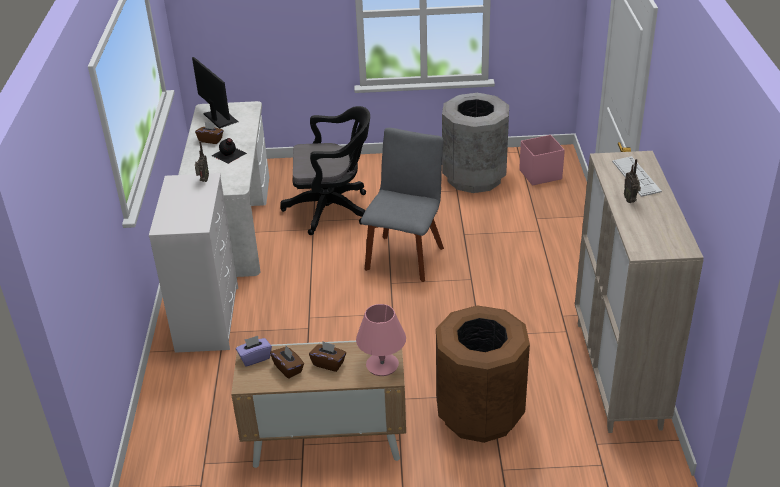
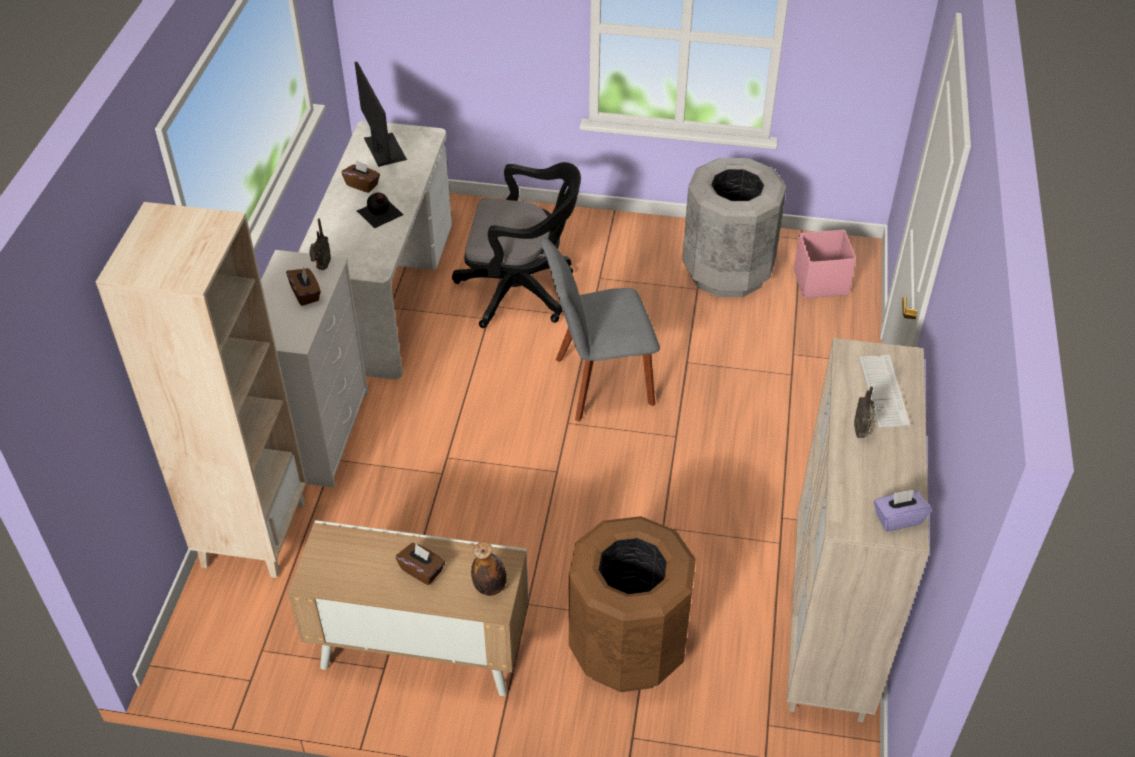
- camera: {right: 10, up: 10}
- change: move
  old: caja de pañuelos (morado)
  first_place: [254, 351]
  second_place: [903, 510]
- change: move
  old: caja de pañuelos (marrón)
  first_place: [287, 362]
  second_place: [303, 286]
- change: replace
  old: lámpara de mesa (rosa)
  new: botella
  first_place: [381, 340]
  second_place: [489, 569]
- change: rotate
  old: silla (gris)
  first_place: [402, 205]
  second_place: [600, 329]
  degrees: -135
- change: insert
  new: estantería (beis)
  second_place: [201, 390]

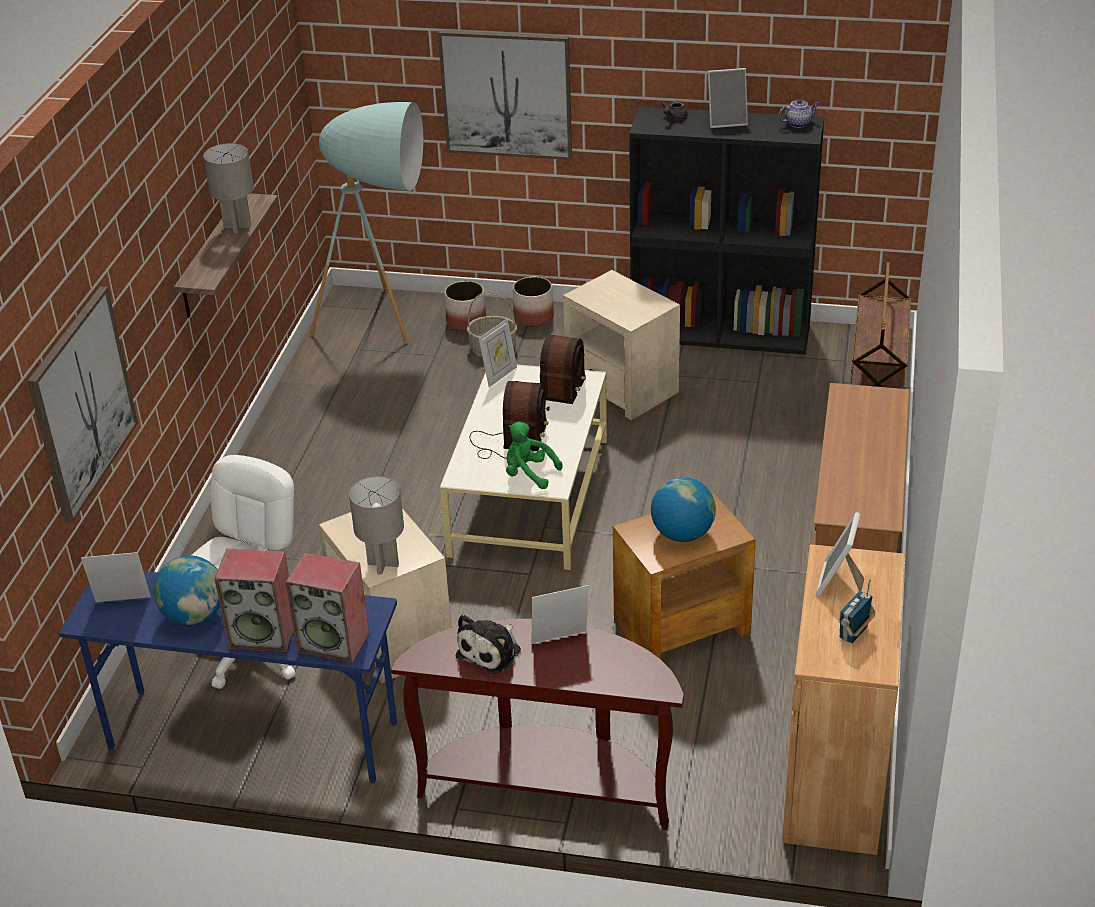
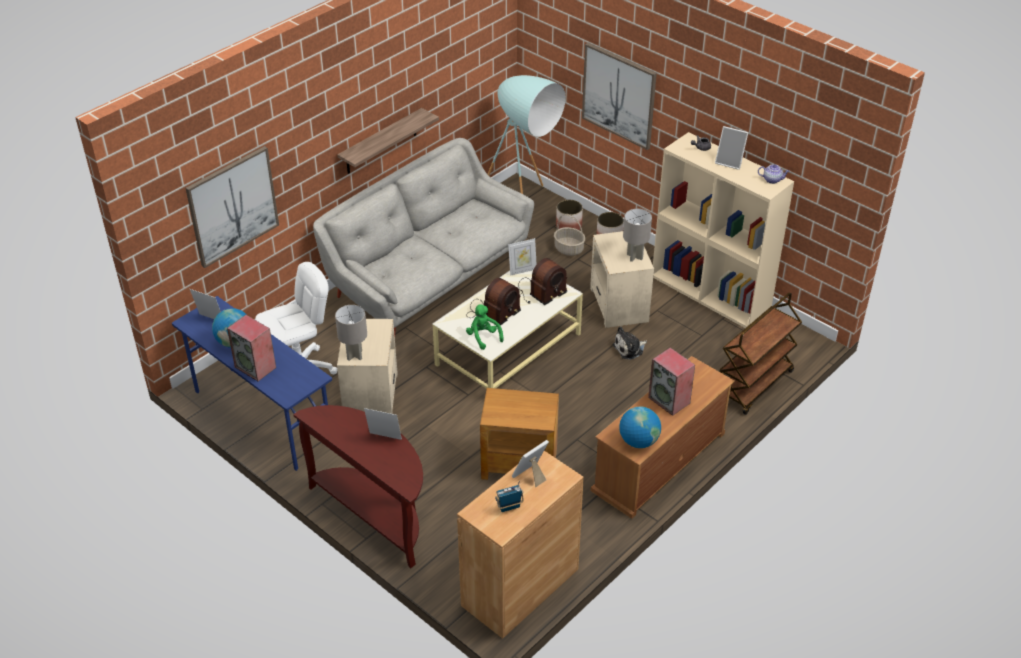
- camera: {right: 30, up: 5}
- change: move
  old: lámpara de mesa (gris)
  first_place: [228, 188]
  second_place: [637, 235]
- change: move
  old: altavoz
  first_place: [327, 607]
  second_place: [671, 382]
- change: move
  old: peluche
  first_place: [488, 644]
  second_place: [629, 343]
- change: recolor
  old: estantería (negro)
  new: estantería (beis)
  first_place: [726, 231]
  second_place: [723, 230]
- change: move
  old: globo terráqueo
  first_place: [683, 509]
  second_place: [640, 427]
- change: insert
  new: sofá (gris)
  second_place: [423, 237]

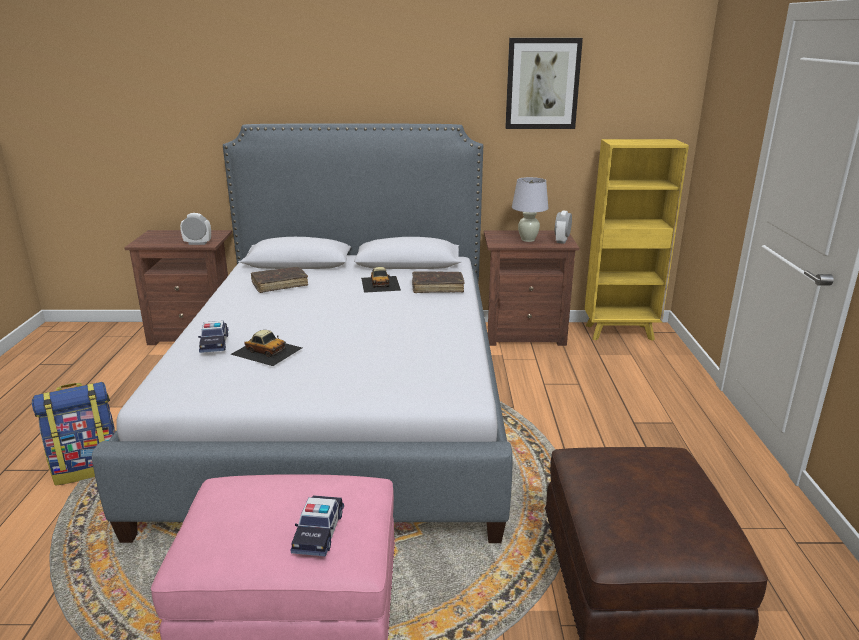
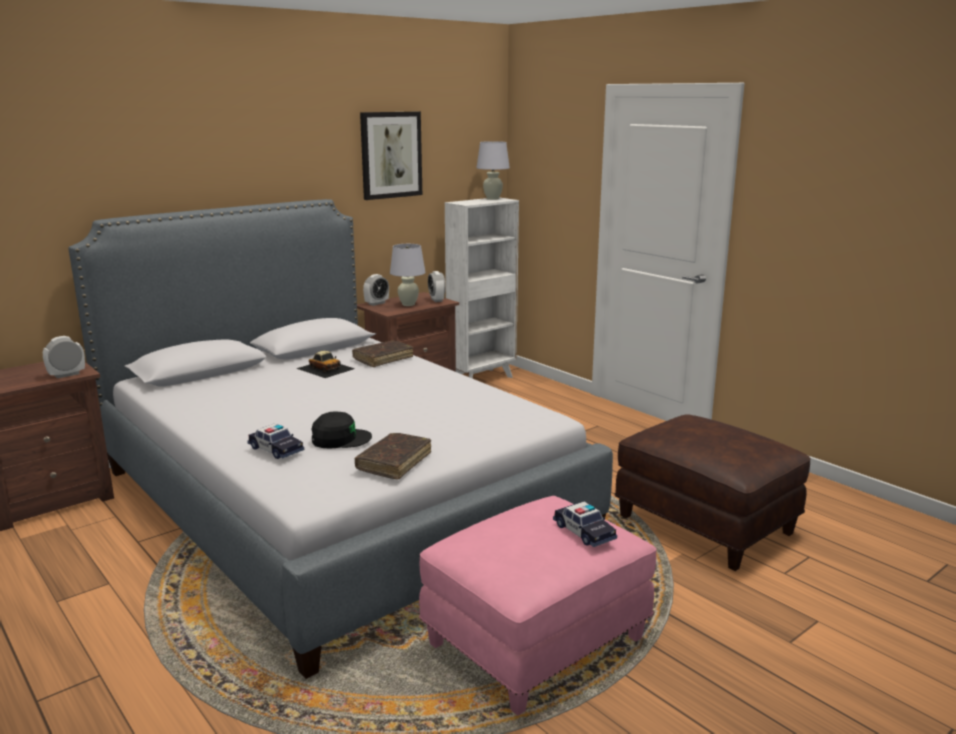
- camera: {right: -40, up: -5}
- change: delete
  old: mochila
  first_place: [74, 434]
- change: replace
  old: coche de juguete
  new: gorra (negro)
  first_place: [266, 348]
  second_place: [341, 430]
- change: move
  old: libro (marrón)
  first_place: [279, 280]
  second_place: [392, 456]
- change: recolor
  old: estantería (amarillo)
  new: estantería (blanco)
  first_place: [636, 240]
  second_place: [482, 288]
- change: insert
  new: despertador
  second_place: [376, 290]
- change: insert
  new: lámpara de mesa (blanco)
  second_place: [493, 170]

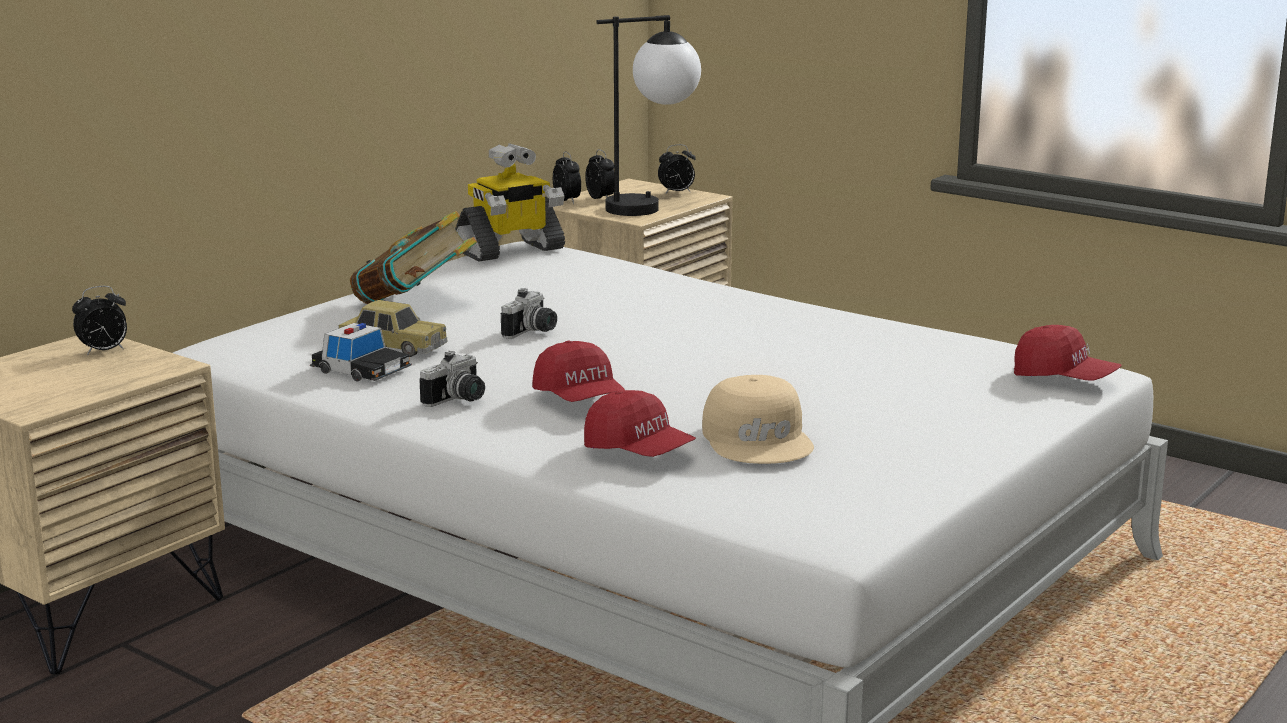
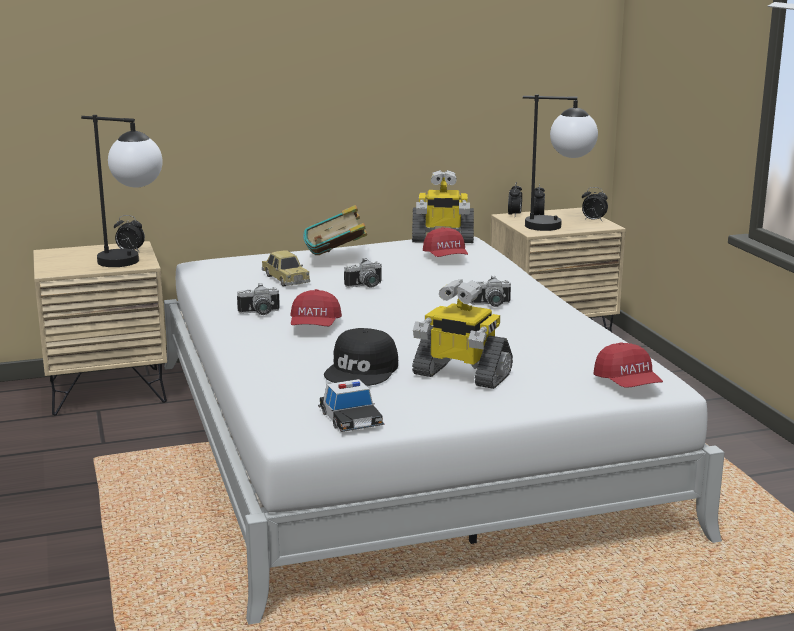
- camera: {right: 35, up: 0}
- change: move
  old: coche de juguete
  first_place: [361, 352]
  second_place: [351, 405]
- change: move
  old: gorra (rojo)
  first_place: [640, 423]
  second_place: [445, 242]
- change: recolor
  old: gorra (beis)
  new: gorra (negro)
  first_place: [758, 419]
  second_place: [361, 357]
- change: insert
  new: lámpara de mesa
  second_place: [122, 191]
- change: insert
  new: robot de juguete
  second_place: [462, 334]
- change: insert
  new: cámara
  second_place: [491, 291]

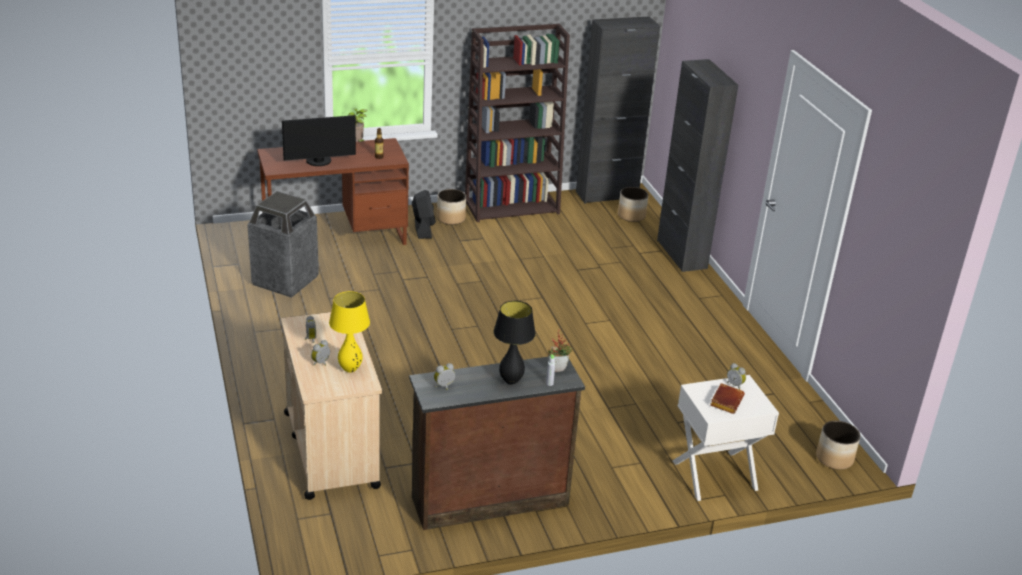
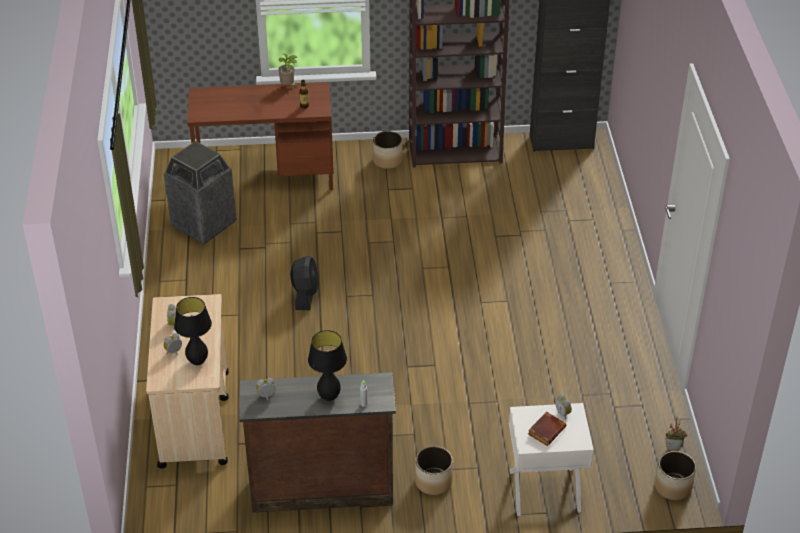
- camera: {right: 15, up: 10}
- change: delete
  old: monitor
  first_place: [319, 140]
- change: recolor
  old: lámpara de mesa (amarillo)
  new: lámpara de mesa (negro)
  first_place: [349, 332]
  second_place: [193, 331]
- change: move
  old: ventilador (negro)
  first_place: [424, 214]
  second_place: [304, 283]
- change: move
  old: planta en maceta
  first_place: [560, 350]
  second_place: [677, 434]
- change: move
  old: maceta
  first_place: [633, 204]
  second_place: [434, 470]
- change: delete
  old: armario (negro)
  first_place: [697, 165]

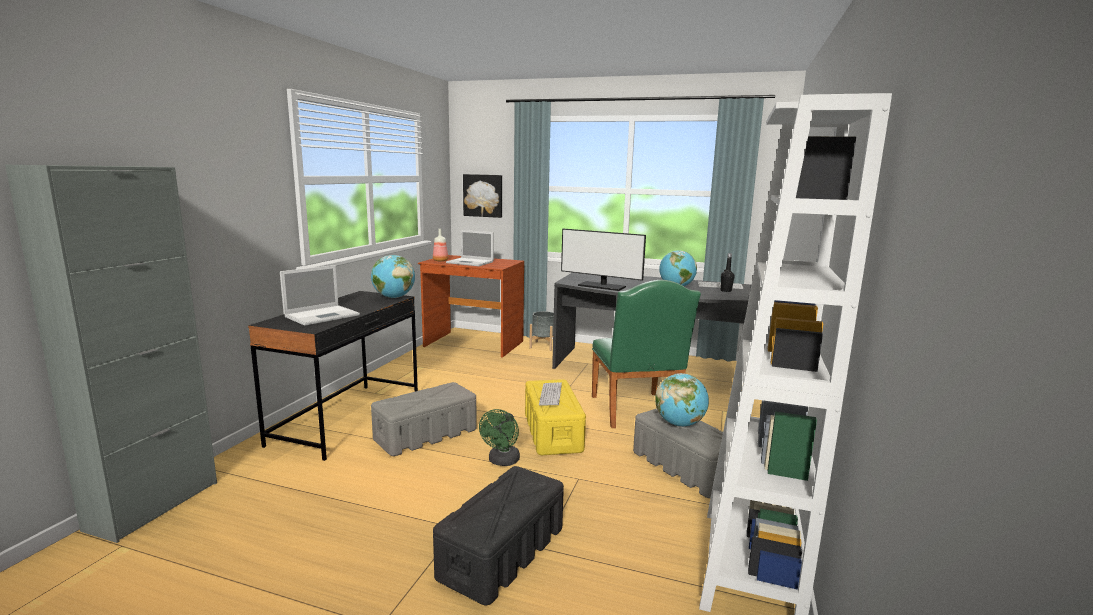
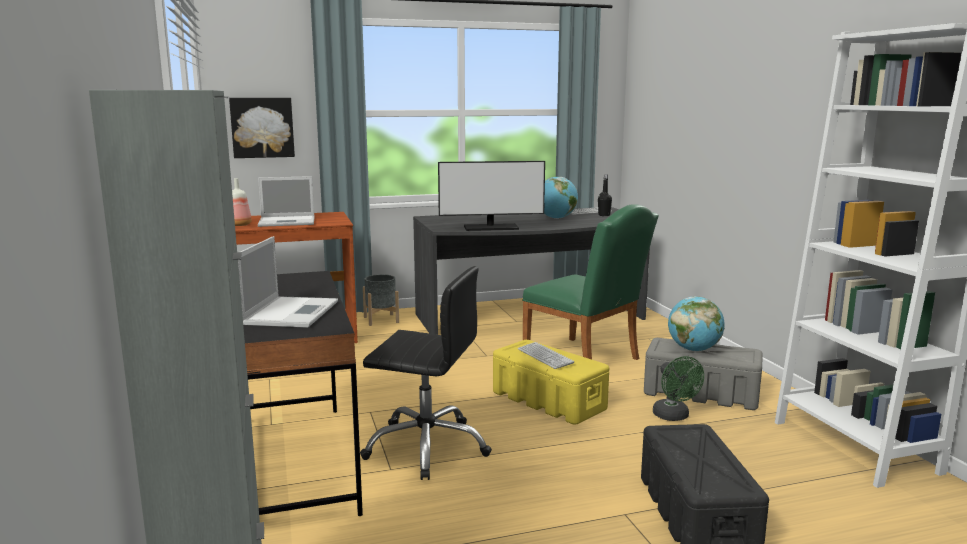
- camera: {right: -35, up: 0}
- change: delete
  old: globo terráqueo
  first_place: [393, 276]
- change: replace
  old: caja de almacenaje (gris)
  new: silla de oficina (negro)
  first_place: [424, 419]
  second_place: [426, 373]
- change: move
  old: ventilador (verde)
  first_place: [499, 437]
  second_place: [678, 388]

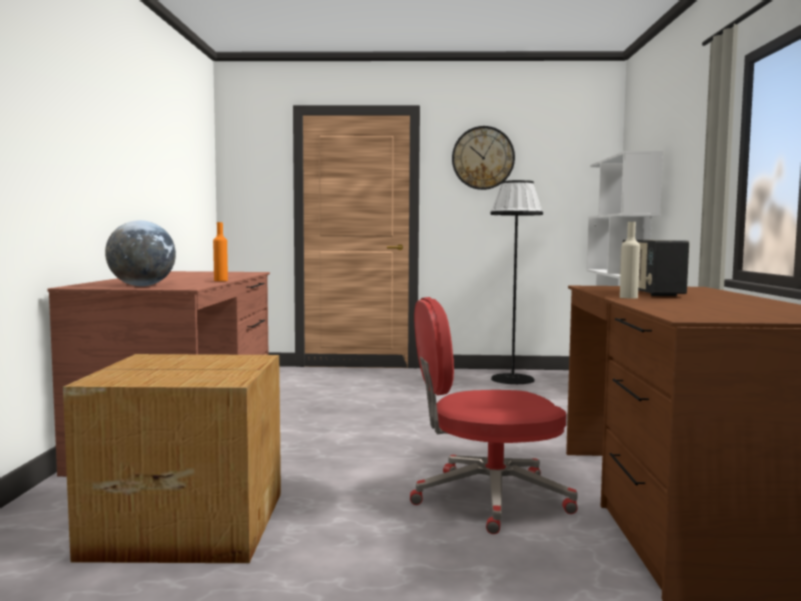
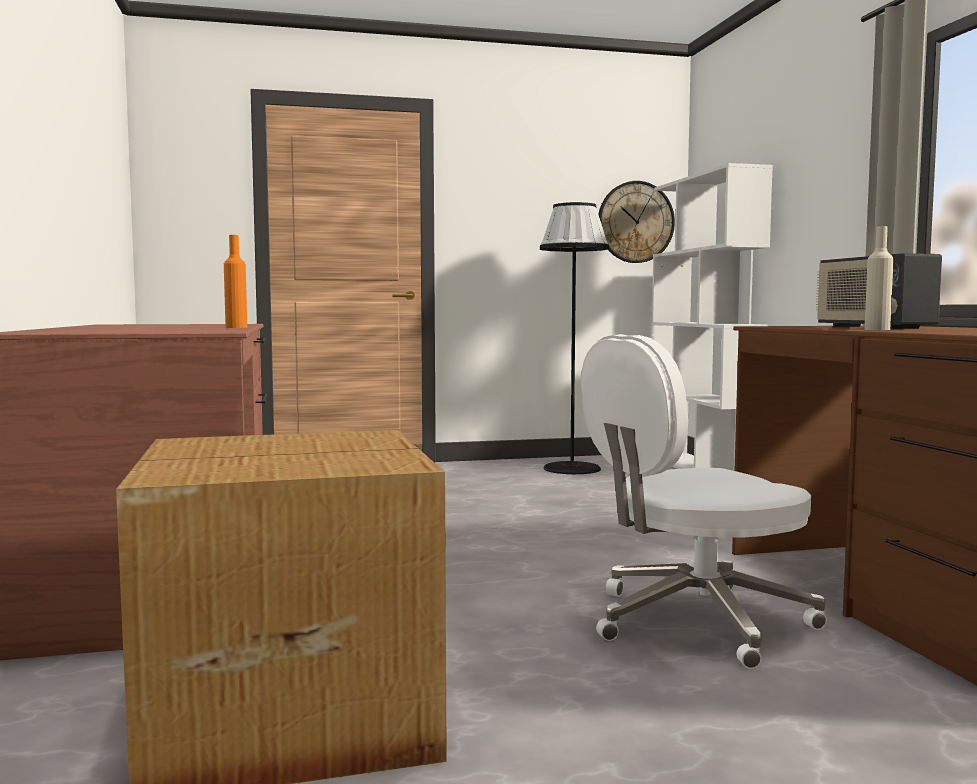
- camera: {right: -15, up: 0}
- change: delete
  old: globo terráqueo
  first_place: [140, 253]
- change: recolor
  old: silla de oficina (rojo)
  new: silla de oficina (blanco)
  first_place: [494, 415]
  second_place: [704, 501]
- change: move
  old: reloj de pared
  first_place: [483, 158]
  second_place: [636, 222]

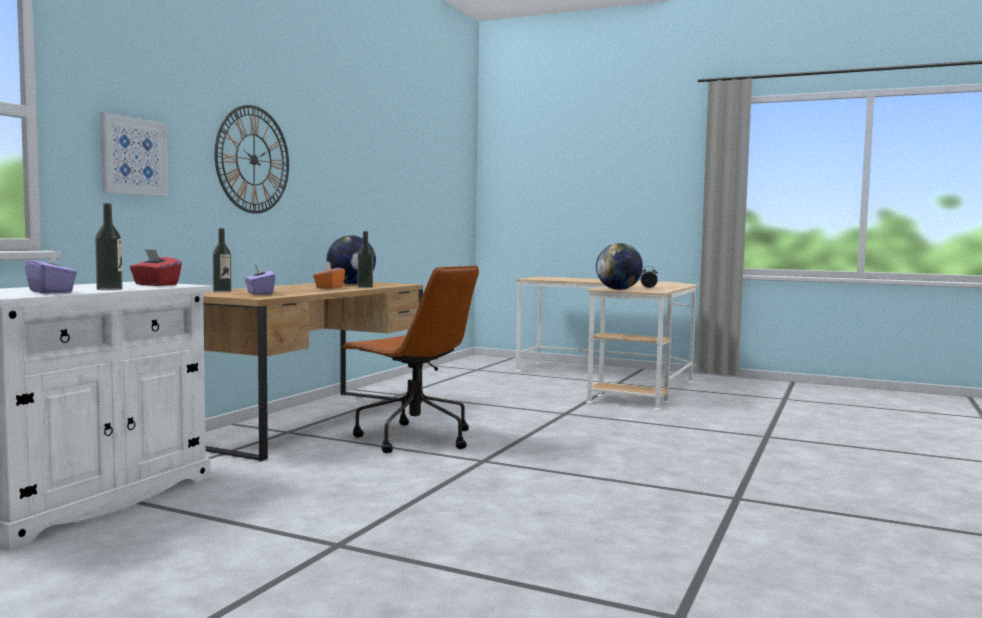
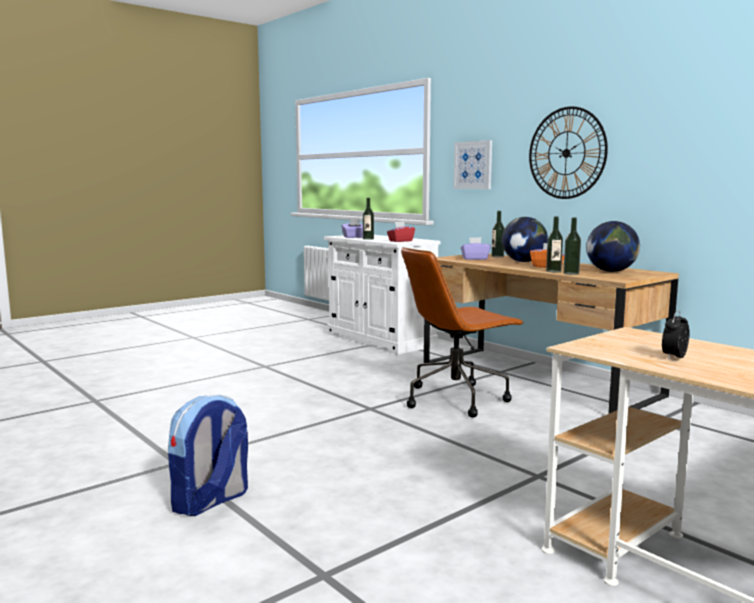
- camera: {right: 115, up: 5}
- change: move
  old: globo terráqueo
  first_place: [619, 266]
  second_place: [525, 239]
- change: insert
  new: mochila
  second_place: [208, 455]
- change: insert
  new: botella
  second_place: [572, 246]

